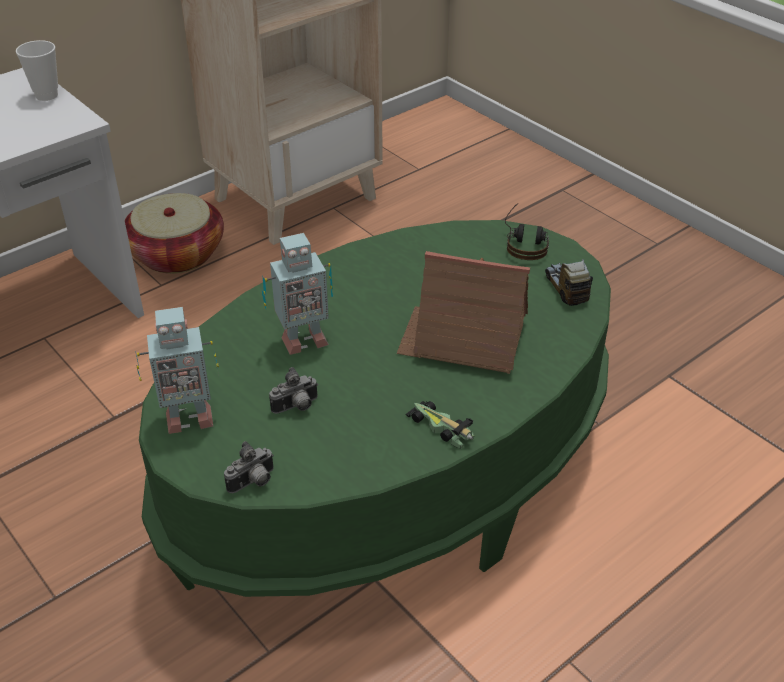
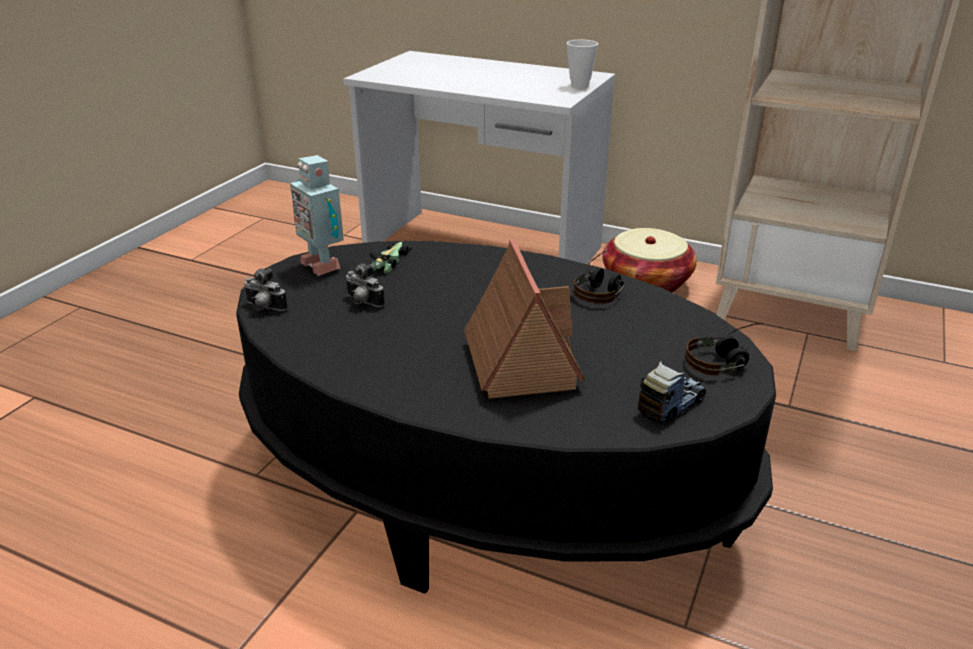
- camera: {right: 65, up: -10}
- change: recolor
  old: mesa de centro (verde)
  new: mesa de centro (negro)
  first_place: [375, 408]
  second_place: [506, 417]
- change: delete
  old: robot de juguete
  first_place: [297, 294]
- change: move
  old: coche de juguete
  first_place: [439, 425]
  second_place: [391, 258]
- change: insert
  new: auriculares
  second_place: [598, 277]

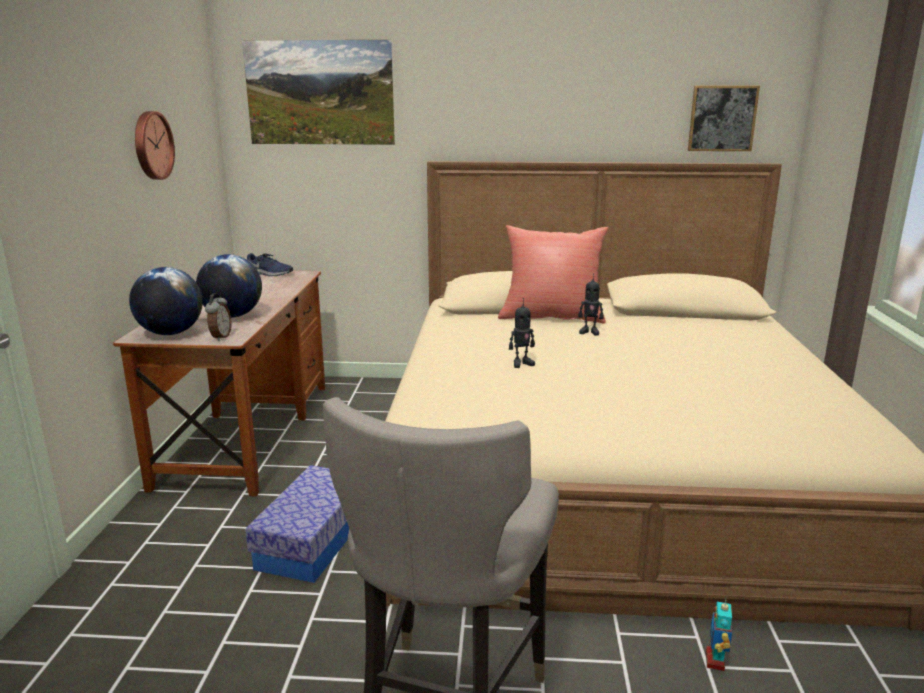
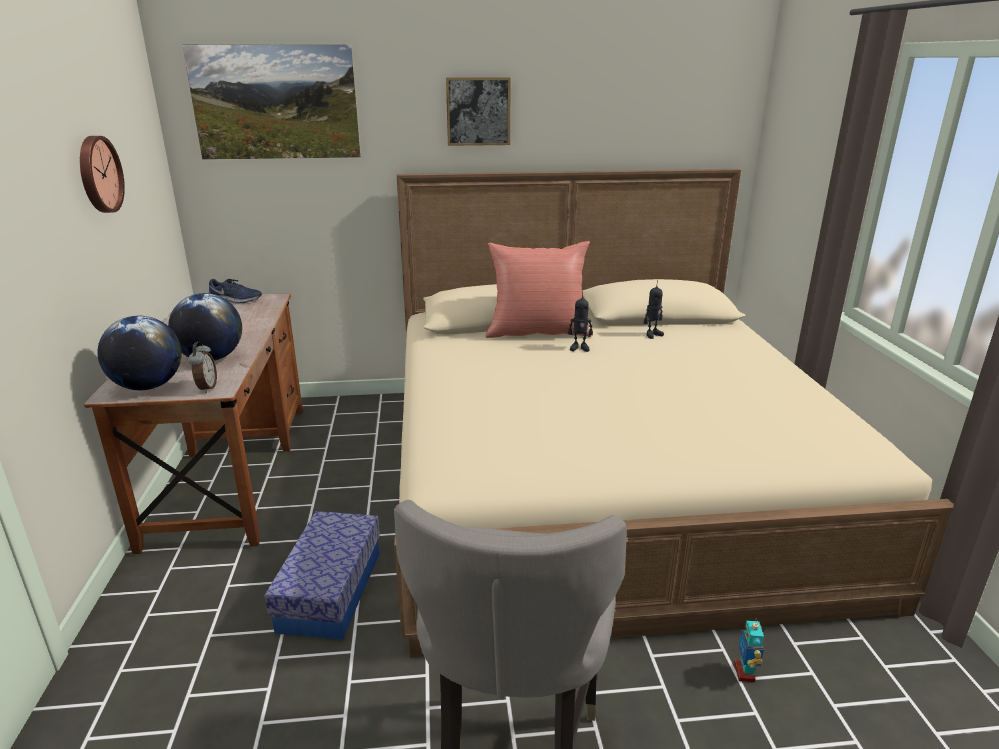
- camera: {right: -10, up: 5}
- change: move
  old: robot de juguete
  first_place: [522, 333]
  second_place: [654, 309]
- change: move
  old: cuadro
  first_place: [724, 118]
  second_place: [478, 111]

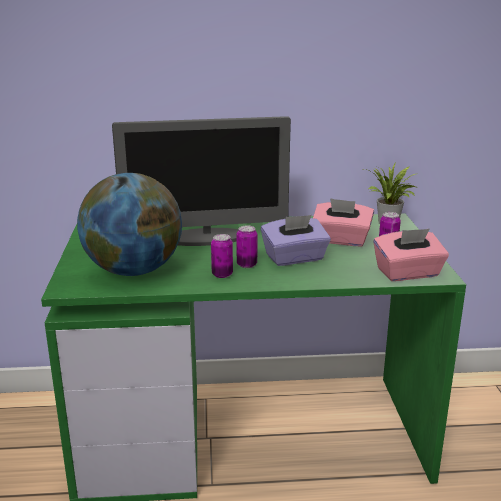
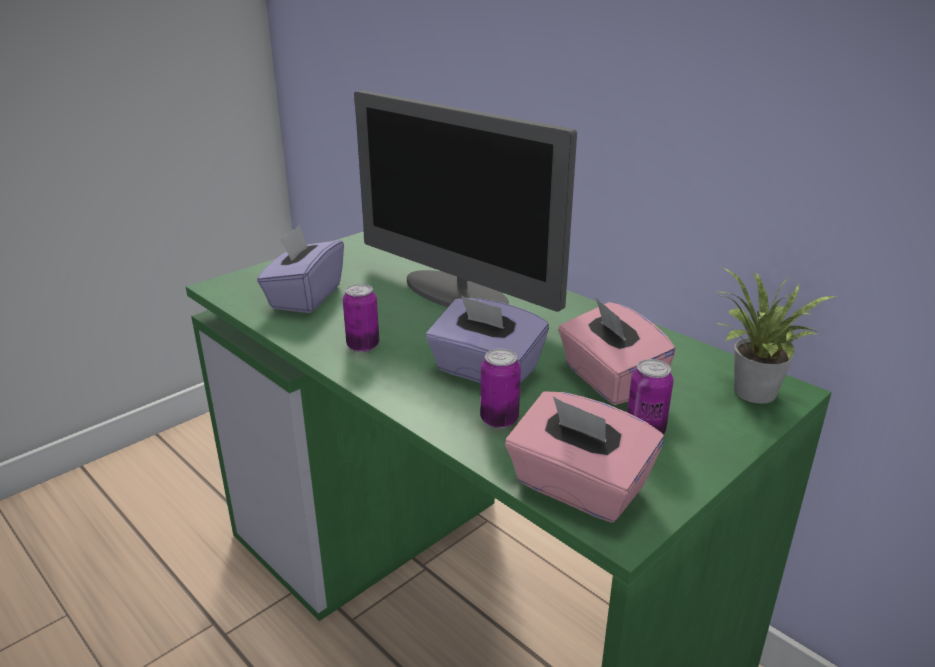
- camera: {right: 50, up: 5}
- change: replace
  old: globo terráqueo
  new: caja de pañuelos (morado)
  first_place: [129, 224]
  second_place: [300, 269]
- change: move
  old: lata
  first_place: [246, 246]
  second_place: [500, 388]

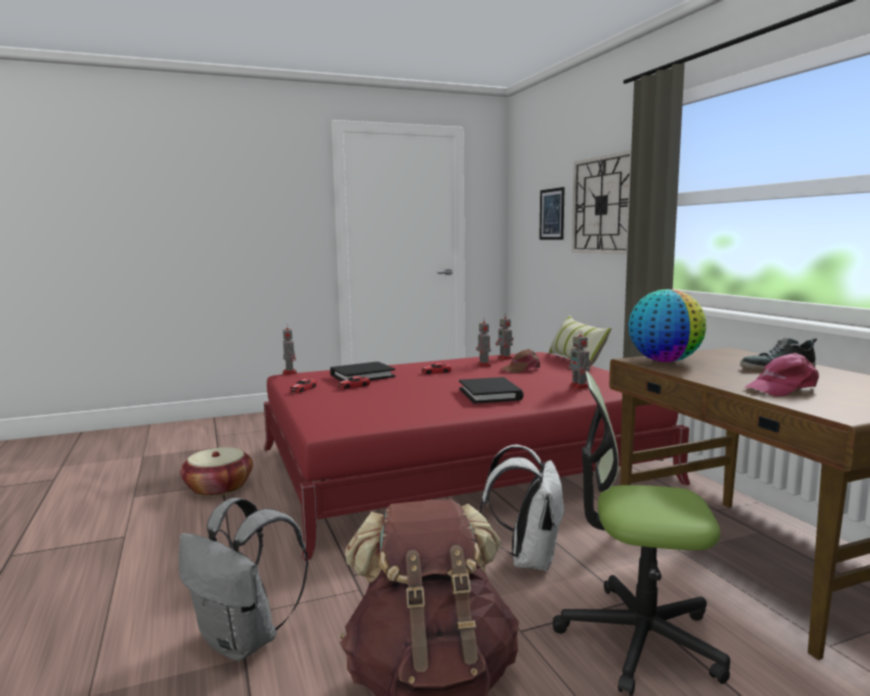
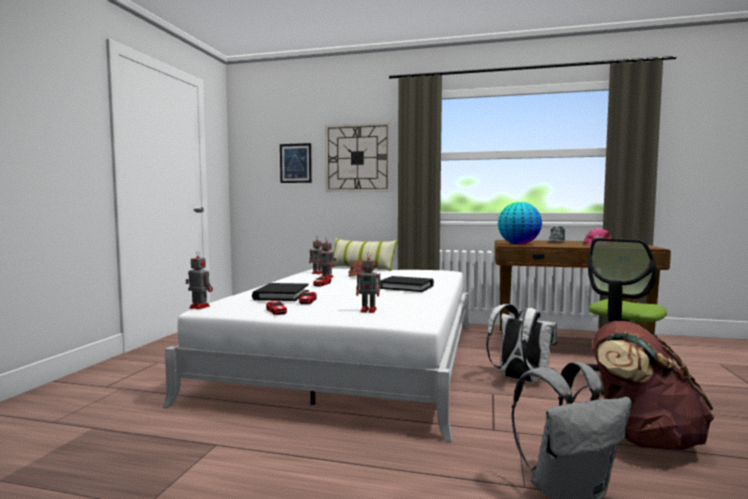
- camera: {right: -55, up: -5}
- change: delete
  old: cesta
  first_place: [216, 471]
- change: recolor
  old: cama (rojo)
  new: cama (blanco)
  first_place: [477, 456]
  second_place: [316, 355]
- change: move
  old: robot de juguete
  first_place: [579, 359]
  second_place: [369, 283]

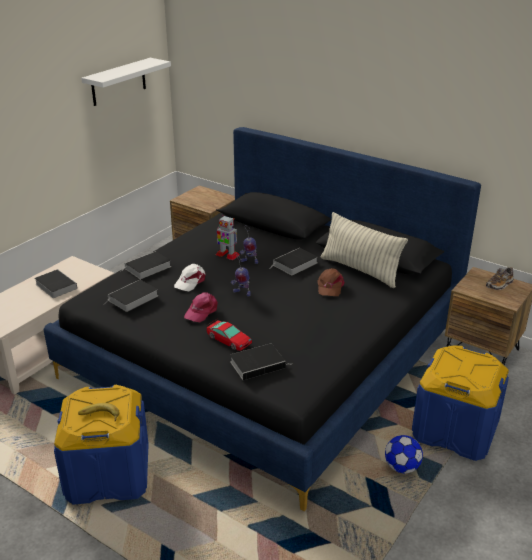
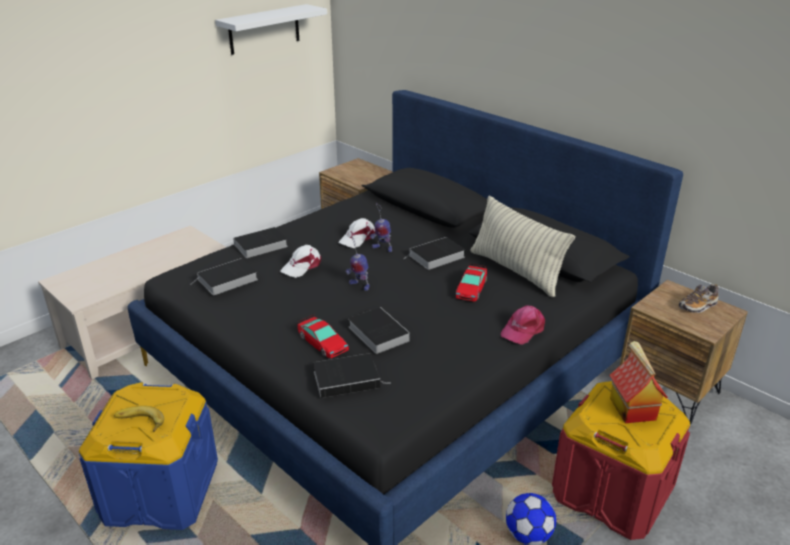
- camera: {right: 10, up: 0}
- change: move
  old: libro
  first_place: [55, 283]
  second_place: [379, 330]
- change: move
  old: gorra (rosa)
  first_place: [201, 307]
  second_place: [523, 325]
- change: replace
  old: robot de juguete
  new: gorra (blanco)
  first_place: [228, 237]
  second_place: [357, 233]
- change: replace
  old: gorra (marrón)
  new: coche de juguete
  first_place: [331, 282]
  second_place: [471, 283]
- change: recolor
  old: caja de almacenaje (azul)
  new: caja de almacenaje (rojo)
  first_place: [460, 403]
  second_place: [621, 460]
- change: insert
  new: casita
  second_place: [638, 382]

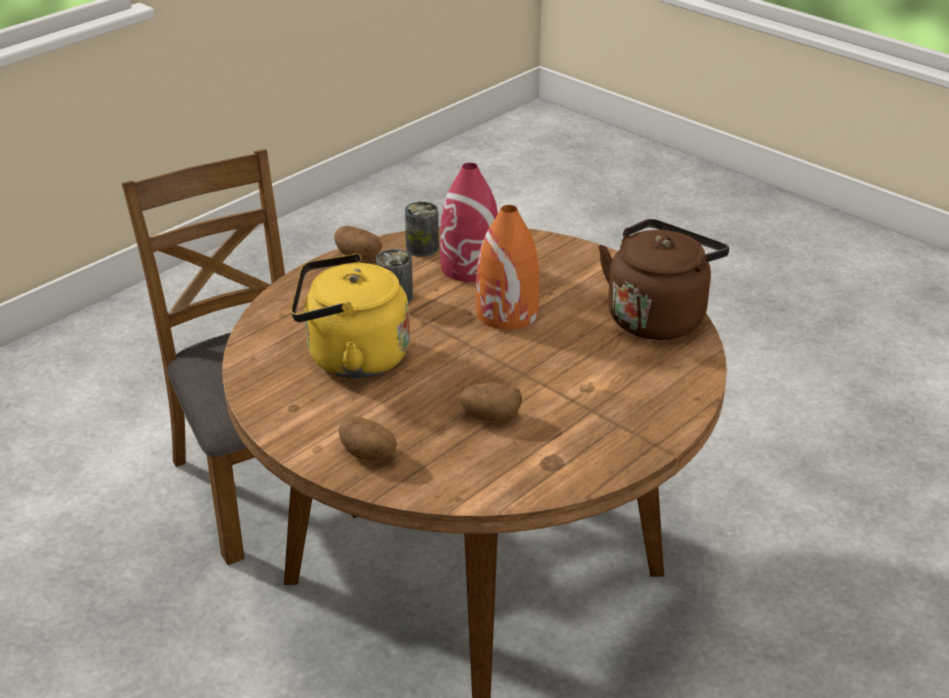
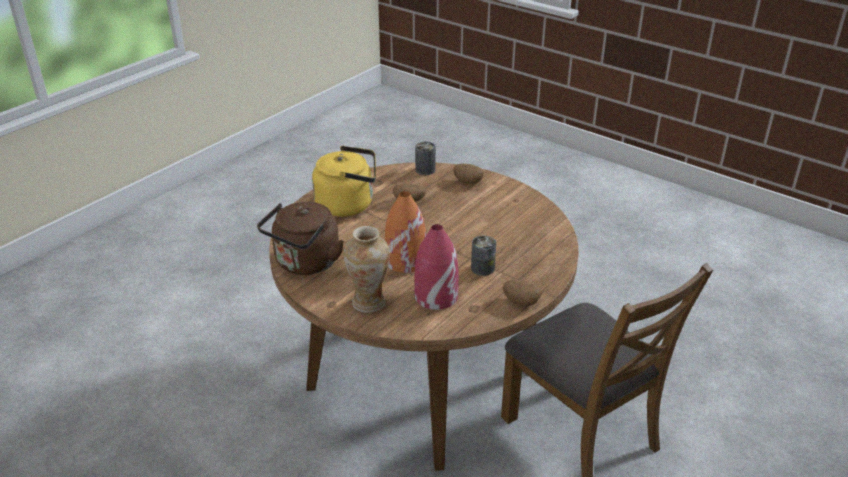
- camera: {right: 175, up: 0}
- change: move
  old: hervidor (amarillo)
  first_place: [350, 315]
  second_place: [344, 181]
- change: move
  old: lata
  first_place: [422, 229]
  second_place: [425, 158]
- change: insert
  new: florero
  second_place: [367, 269]

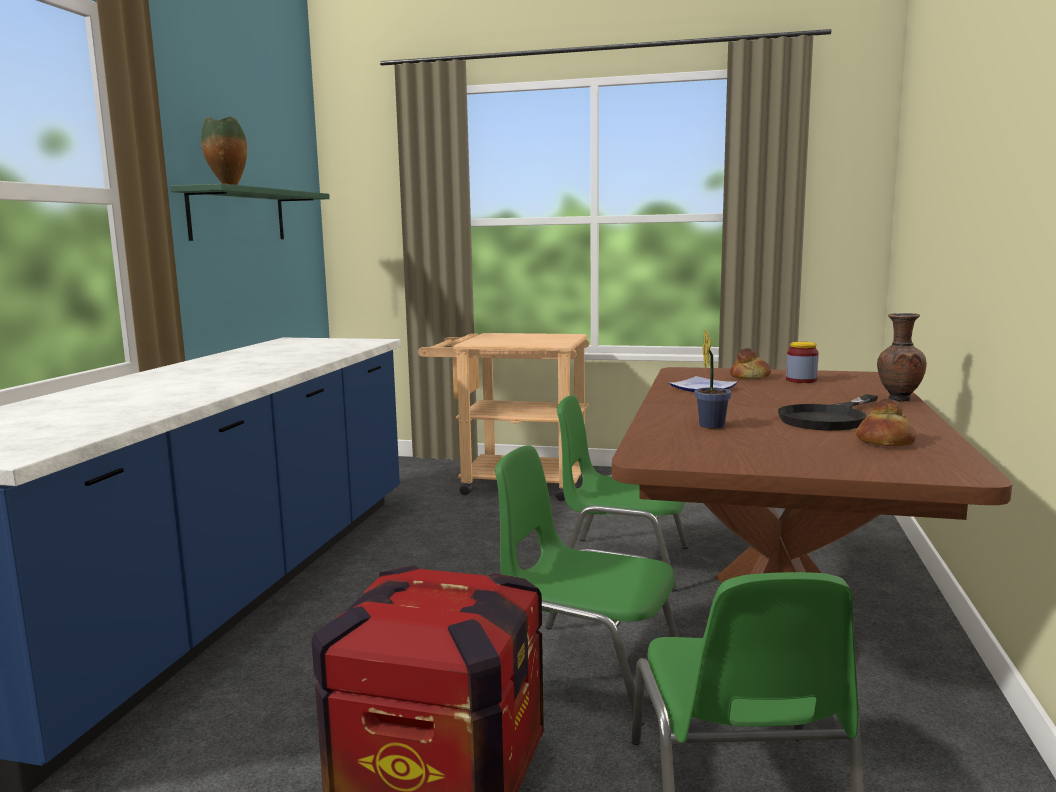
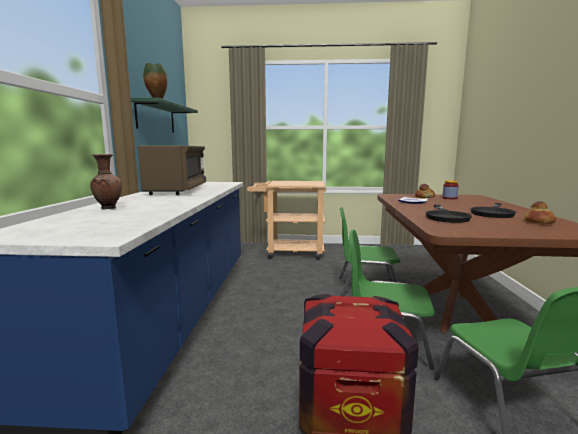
- camera: {right: -10, up: 0}
- change: replace
  old: planta en maceta
  new: sartén (negro)
  first_place: [712, 378]
  second_place: [449, 214]
- change: move
  old: florero (marrón)
  first_place: [902, 357]
  second_place: [106, 182]
- change: insert
  new: microondas (marrón)
  second_place: [172, 170]

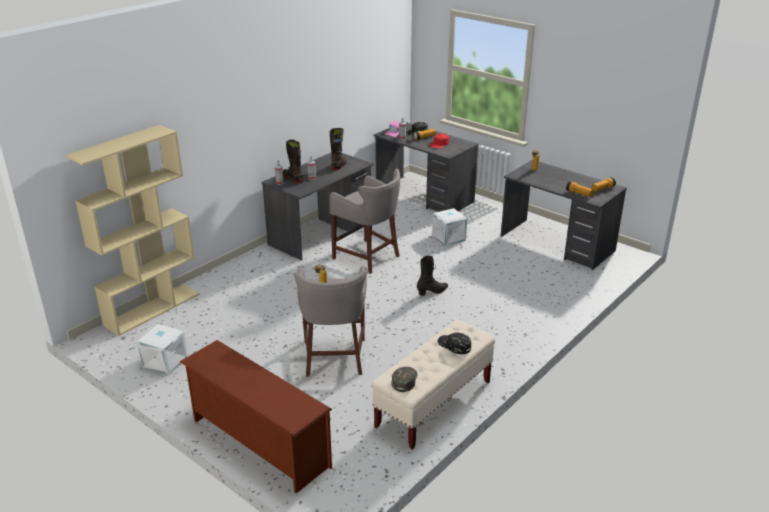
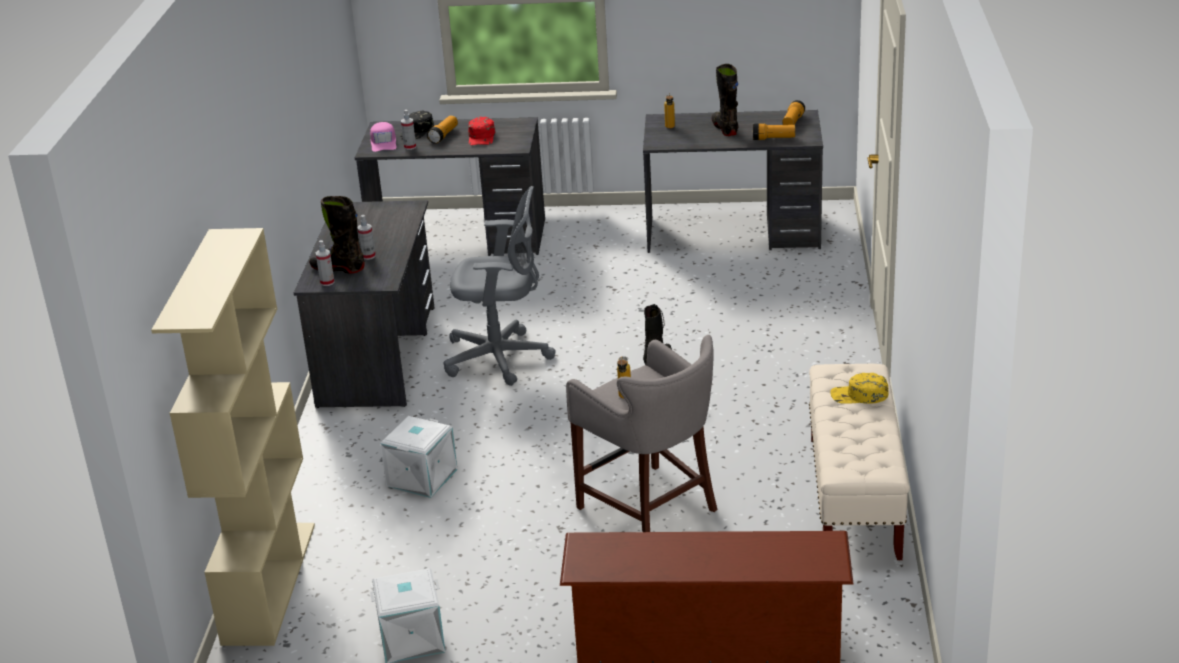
- camera: {right: -35, up: 0}
- change: replace
  old: taburete (gris)
  new: silla de oficina (gris)
  first_place: [364, 221]
  second_place: [499, 286]
- change: move
  old: bota (negro)
  first_place: [339, 149]
  second_place: [725, 100]
- change: delete
  old: gorra (verde)
  first_place: [404, 379]
- change: move
  old: caja de almacenaje (blanco)
  first_place: [449, 227]
  second_place: [419, 457]
- change: recolor
  old: gorra (negro)
  new: gorra (amarillo)
  first_place: [454, 343]
  second_place: [859, 388]

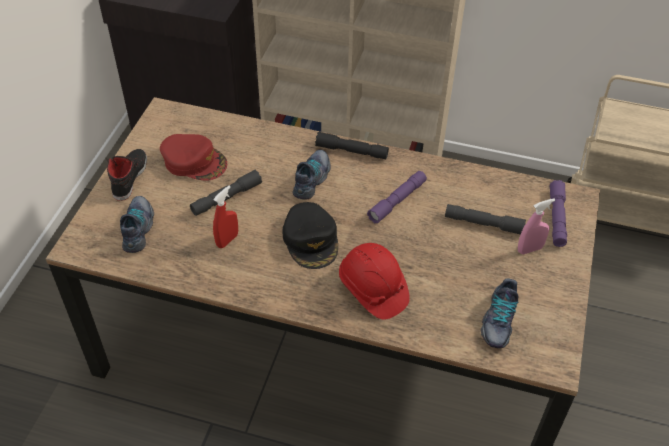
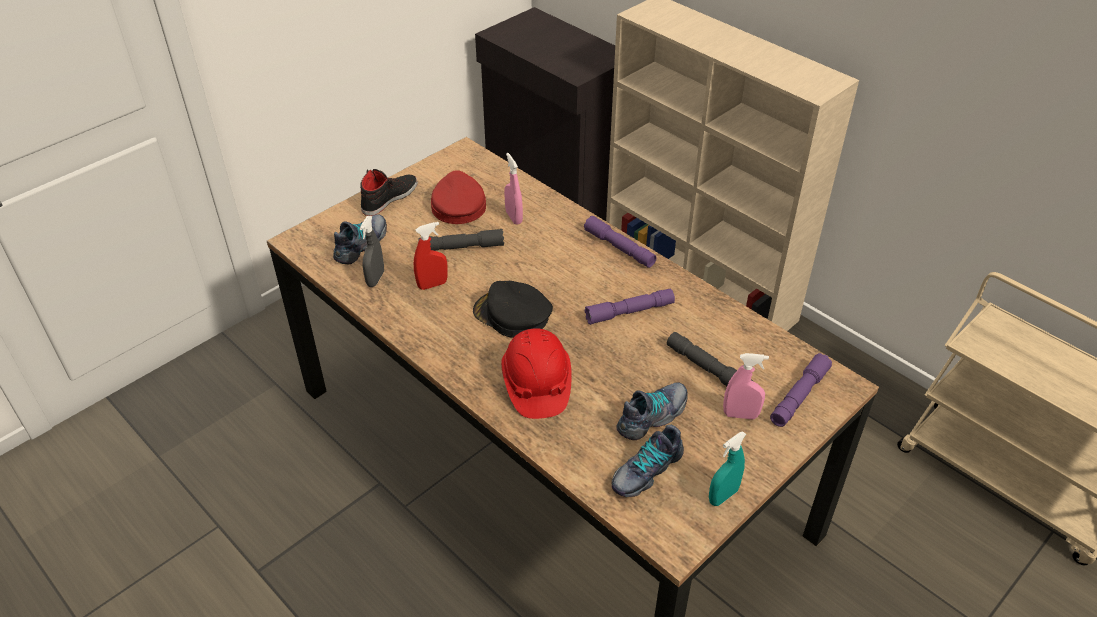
- camera: {right: 30, up: -5}
- change: rotate
  old: gorra (rojo)
  first_place: [193, 157]
  second_place: [458, 197]
  degrees: -150
- change: rotate
  old: gorra (negro)
  first_place: [310, 235]
  second_place: [513, 309]
  degrees: 105
- change: move
  old: zapato
  first_place: [312, 175]
  second_place: [652, 411]
- change: recolor
  old: linterna (negro)
  new: linterna (morado)
  first_place: [352, 145]
  second_place: [620, 242]
- change: insert
  new: pulverizador (gris)
  second_place: [372, 251]
- change: insert
  new: pulverizador (rosa)
  second_place: [513, 189]
- change: insert
  new: pulverizador (turquesa)
  second_place: [727, 468]

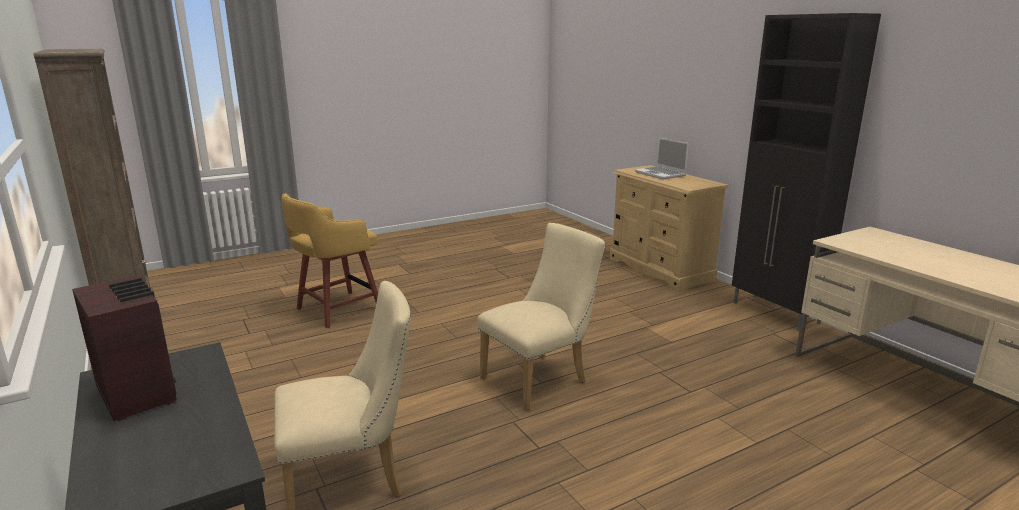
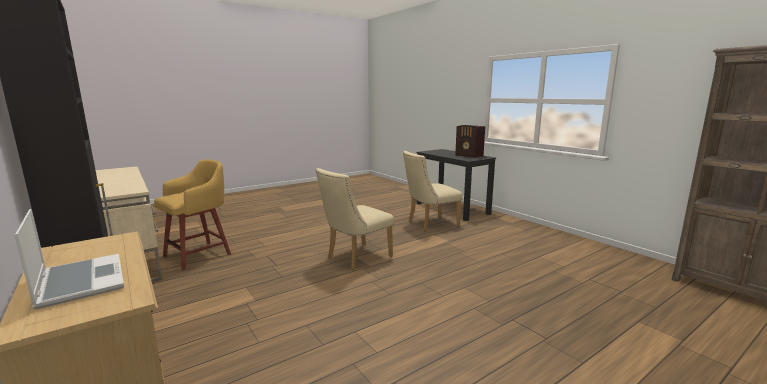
- camera: {right: 175, up: -5}
- change: move
  old: taburete (amarillo)
  first_place: [330, 260]
  second_place: [192, 215]

